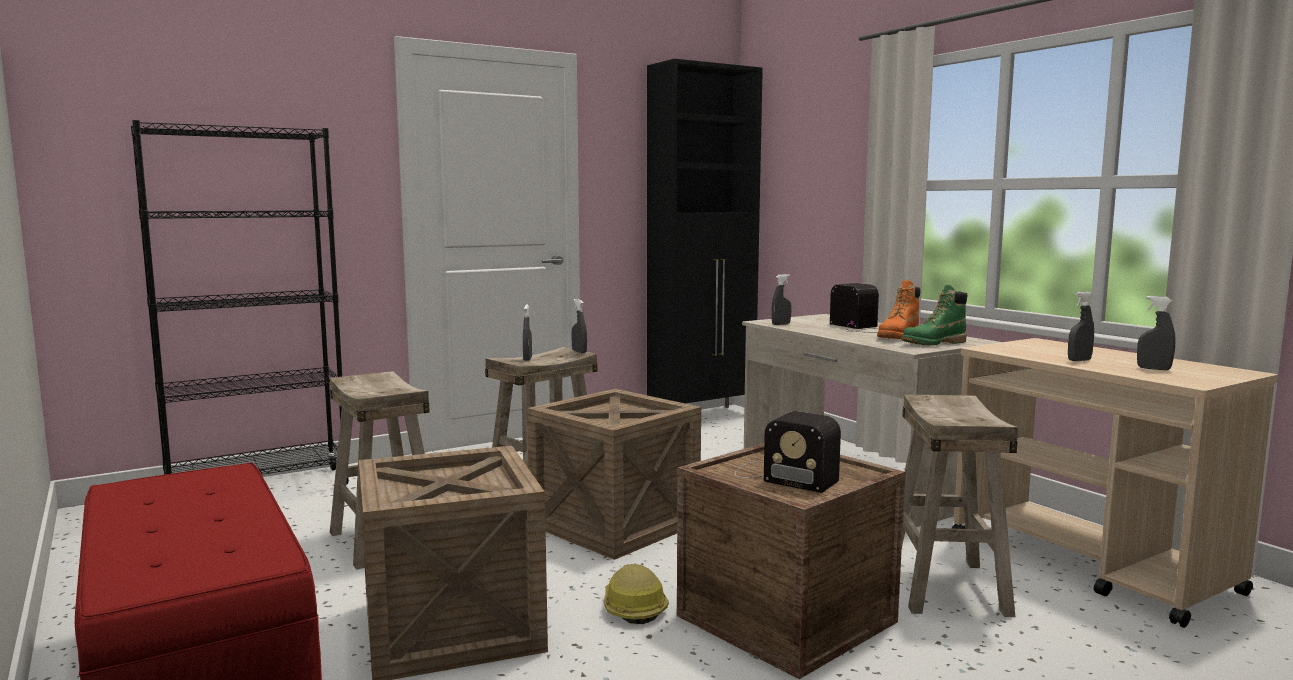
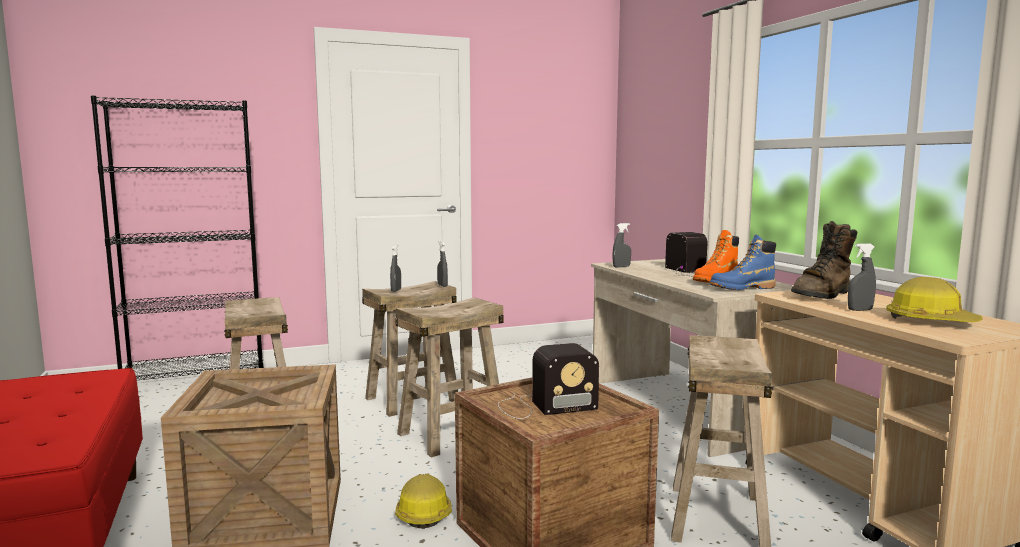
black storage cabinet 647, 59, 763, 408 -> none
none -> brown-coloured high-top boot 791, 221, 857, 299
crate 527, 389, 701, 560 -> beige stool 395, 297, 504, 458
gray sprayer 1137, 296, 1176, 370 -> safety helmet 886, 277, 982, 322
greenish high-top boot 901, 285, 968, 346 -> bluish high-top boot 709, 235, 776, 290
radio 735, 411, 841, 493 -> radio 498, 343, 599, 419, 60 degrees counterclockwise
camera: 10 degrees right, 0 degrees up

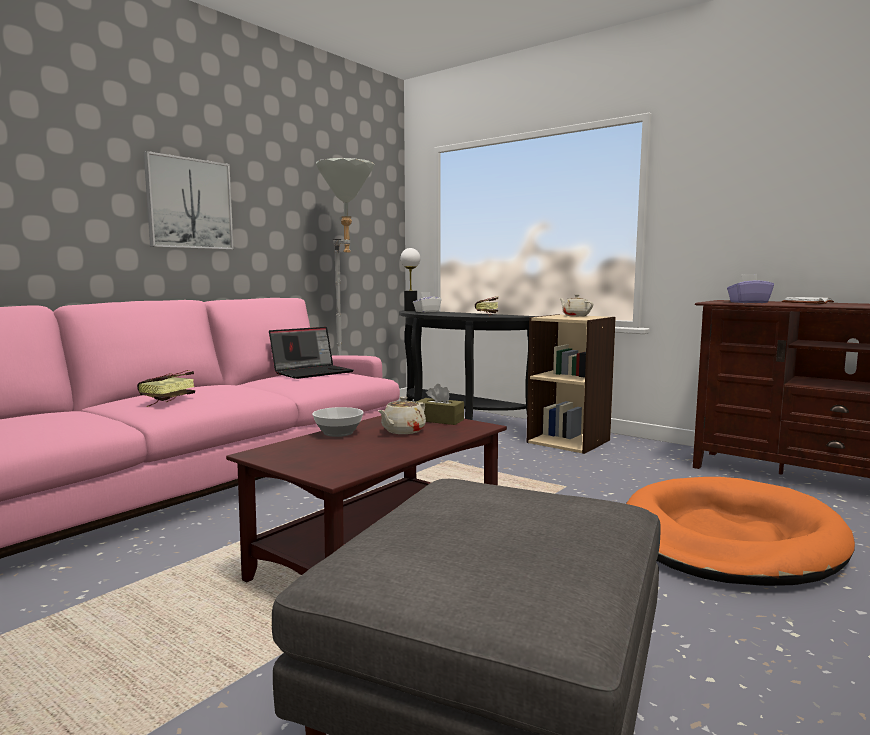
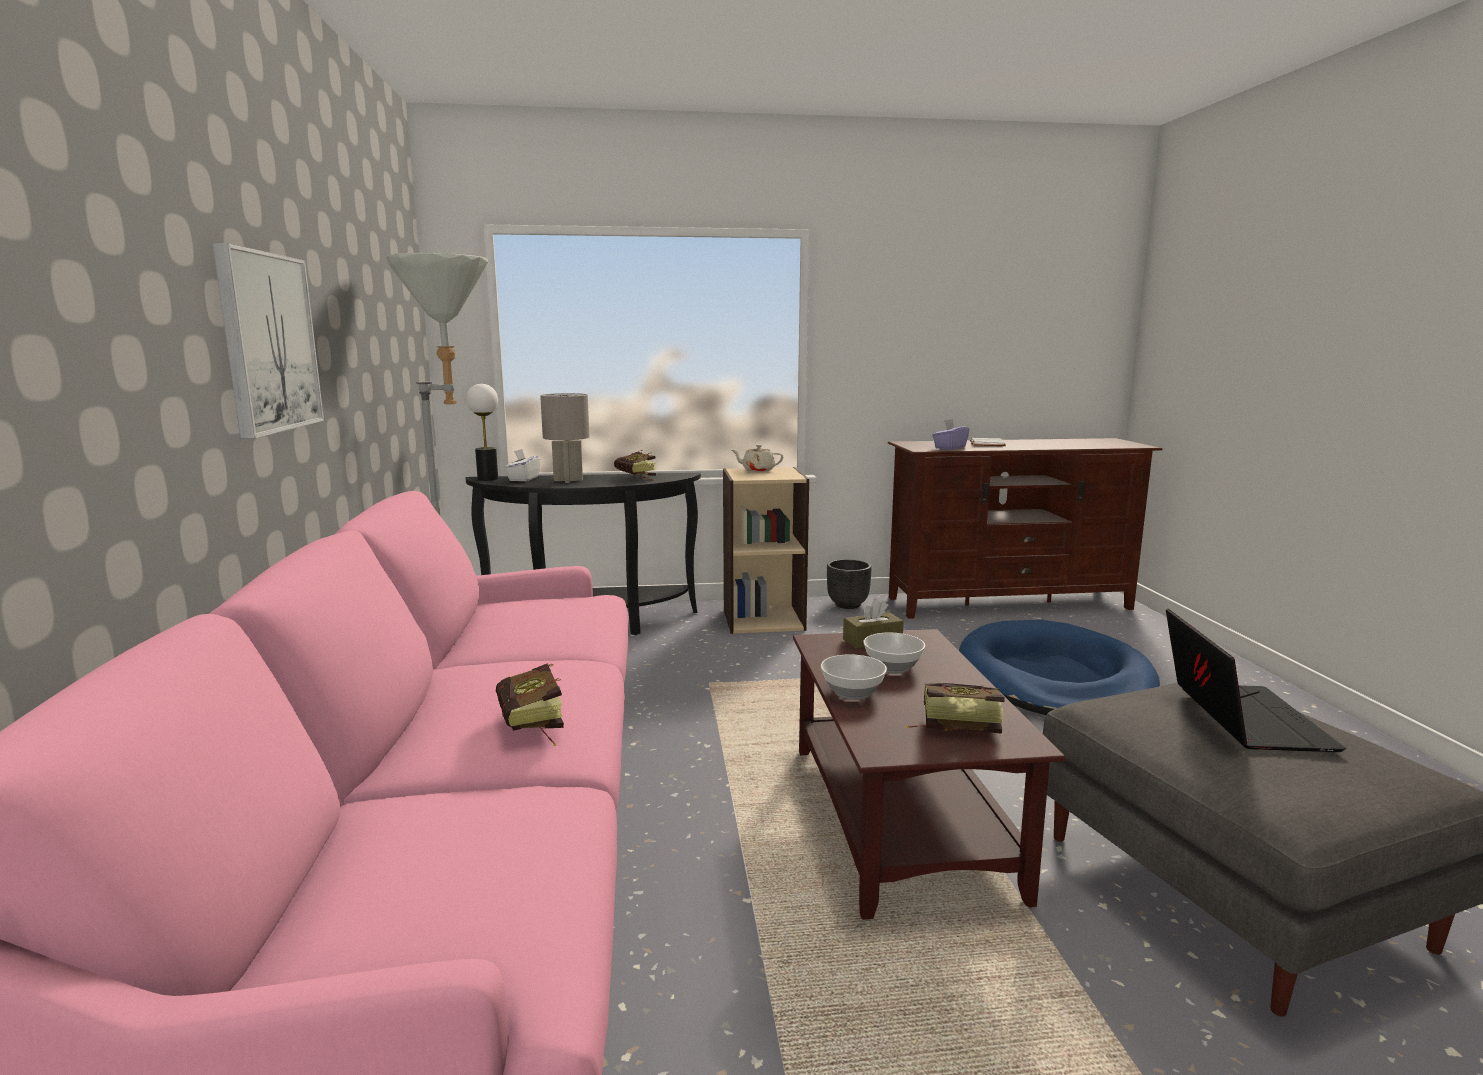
none -> gray tabletop lamp 540, 393, 590, 483
none -> black planter 827, 559, 872, 609
none -> bound book 905, 683, 1005, 734
laptop 269, 327, 354, 379 -> laptop 1166, 608, 1346, 752, shifted
beige pot for tea 378, 396, 426, 434 -> serving bowl 863, 633, 925, 673
orange dog bed 626, 477, 855, 586 -> bluish dog bed 959, 620, 1160, 715
camera: 45 degrees left, 5 degrees up

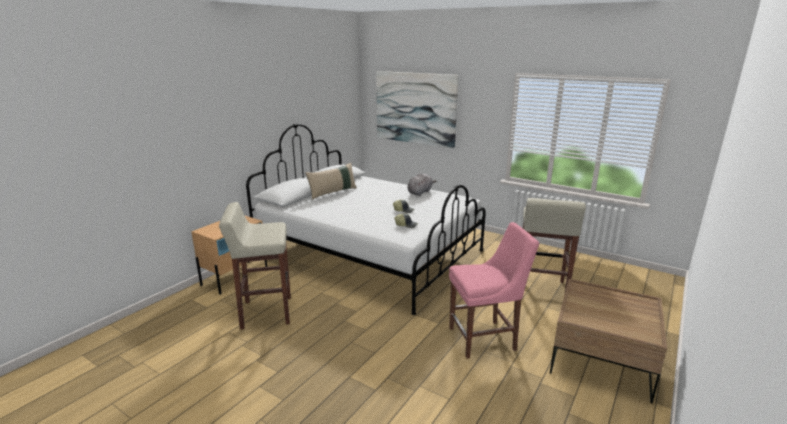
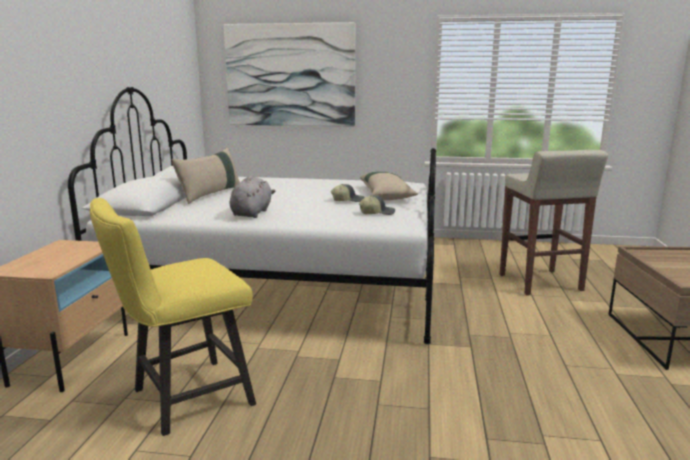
pink upright chair 449, 222, 539, 358 -> none
none -> beige pillow 360, 171, 418, 200
gray soft toy 408, 173, 437, 196 -> gray soft toy 229, 175, 275, 218, shifted
beige stool 219, 202, 291, 330 -> yellowish upright chair 90, 198, 256, 436
camera: 25 degrees left, 5 degrees down

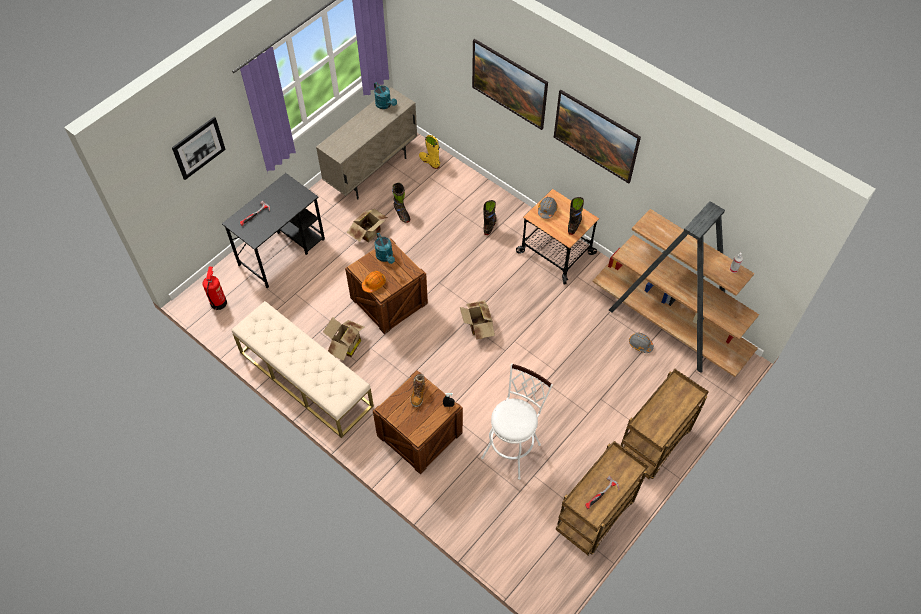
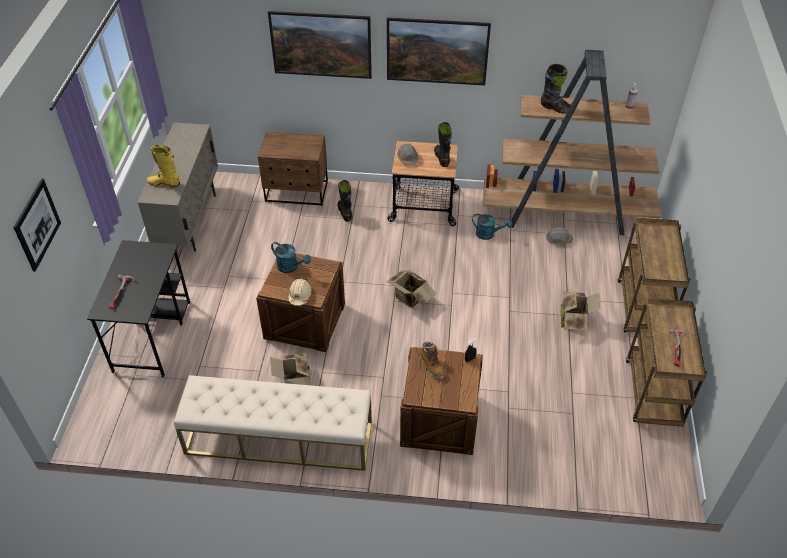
fire-fighting cylinder 202, 267, 227, 310 -> none
white-coloured stool 481, 363, 553, 480 -> none
none -> brown-coloured night table 258, 132, 328, 206
carton 347, 209, 387, 242 -> carton 561, 291, 600, 330, shifted
turquoise-coloured watering can 374, 82, 397, 109 -> turquoise-coloured watering can 472, 214, 512, 240, shifted
black high-top boot 392, 182, 410, 223 -> black high-top boot 541, 64, 571, 113, shifted
yellowish high-top boot 419, 135, 440, 169 -> yellowish high-top boot 147, 145, 180, 188, shifted
orange safety helmet 362, 271, 386, 293 -> beige safety helmet 288, 279, 312, 306
camera: 35 degrees left, 10 degrees down

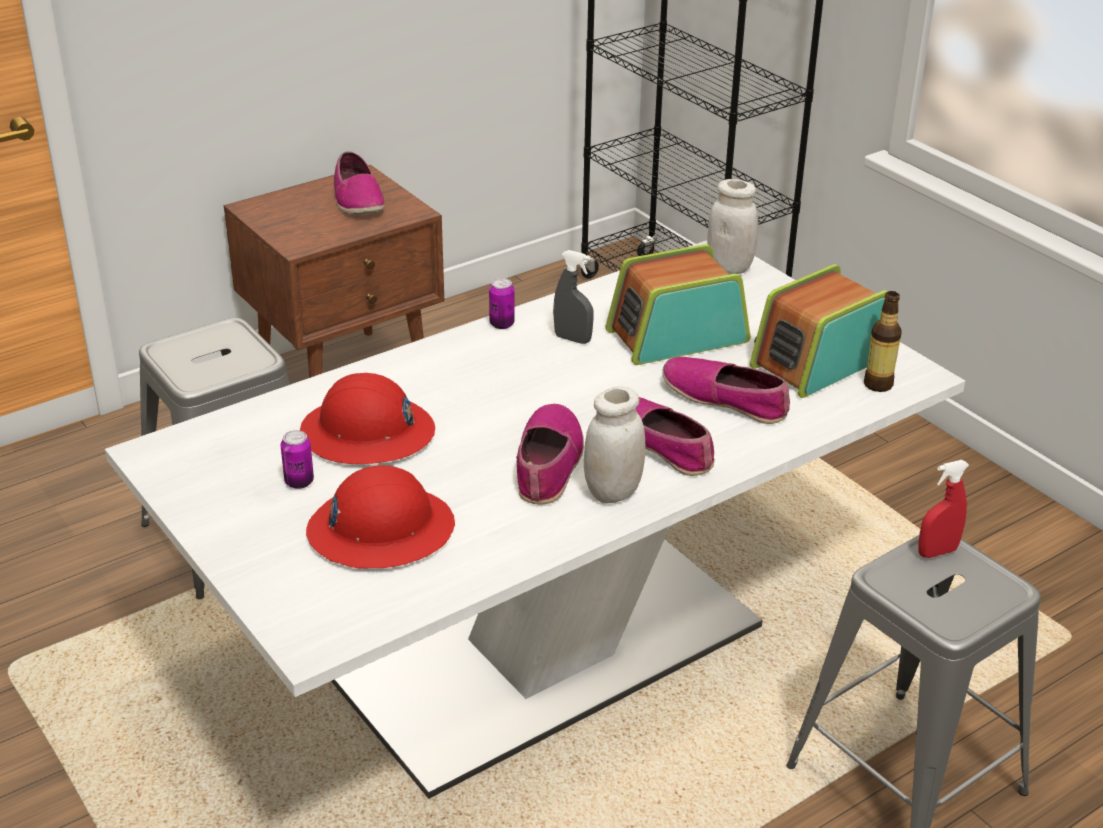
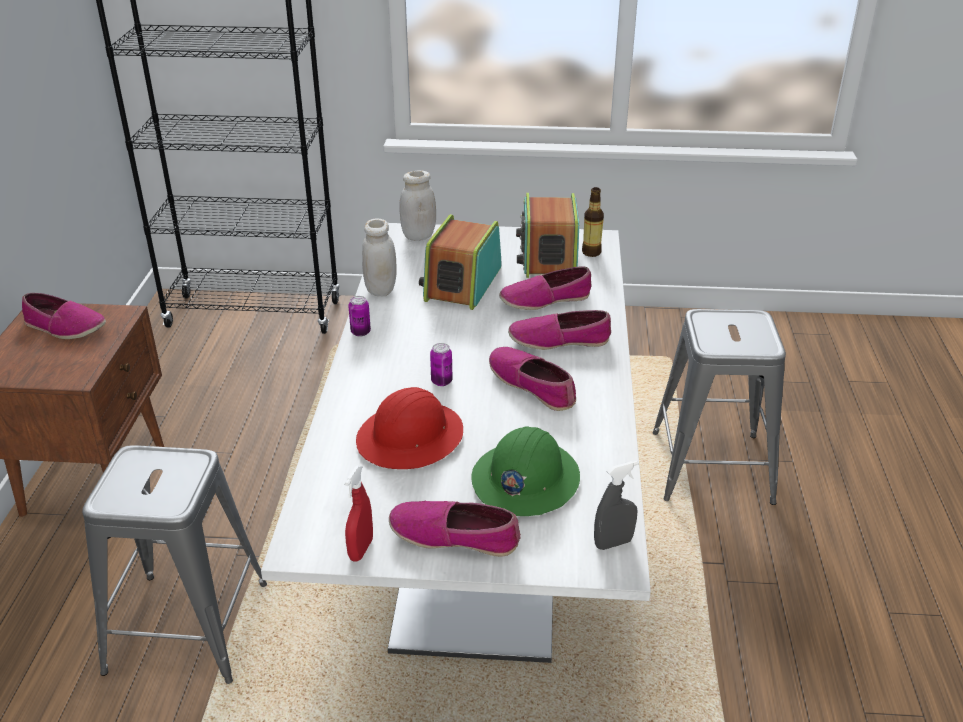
none -> item of footwear 389, 501, 521, 557
can 281, 430, 314, 489 -> can 430, 343, 453, 386, shifted
gray sprayer 553, 250, 594, 344 -> gray sprayer 594, 461, 638, 550, shifted
white-coloured preserve jar 584, 386, 645, 504 -> white-coloured preserve jar 362, 219, 397, 296, shifted
red sprayer 918, 460, 969, 558 -> red sprayer 345, 466, 373, 561, shifted
red safety helmet 306, 465, 455, 569 -> greenish safety helmet 471, 426, 580, 516
camera: 50 degrees left, 0 degrees up

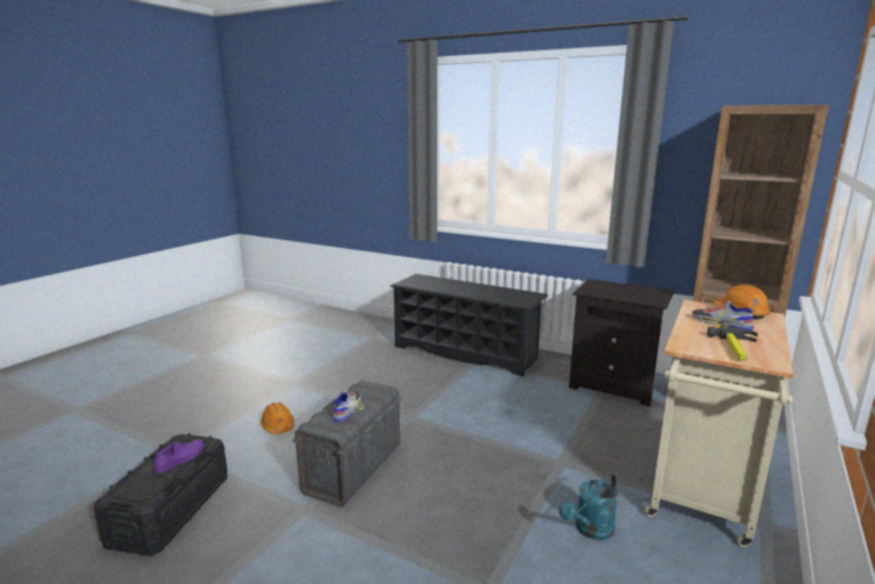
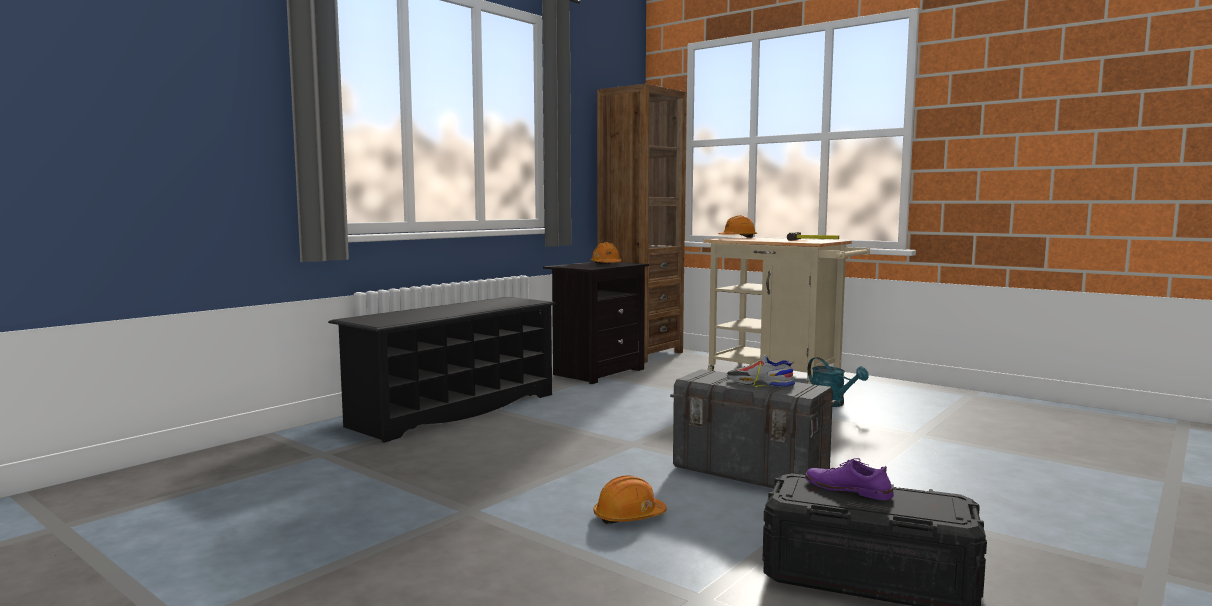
item of footwear 692, 301, 755, 330 -> none
none -> orange safety helmet 591, 242, 622, 264
camera: 80 degrees left, 10 degrees down

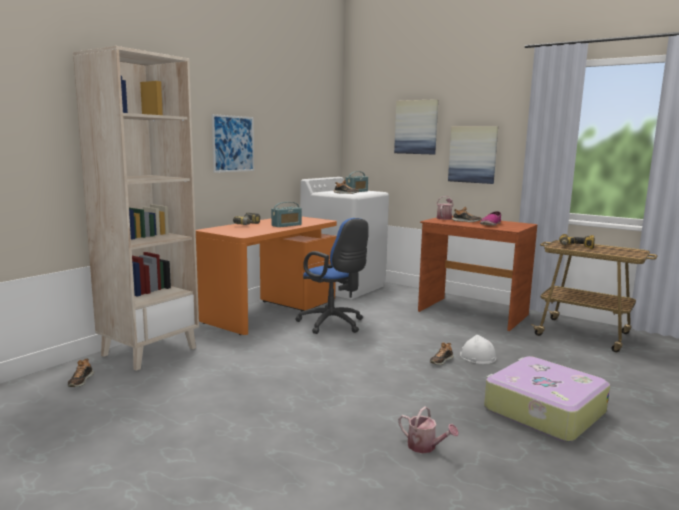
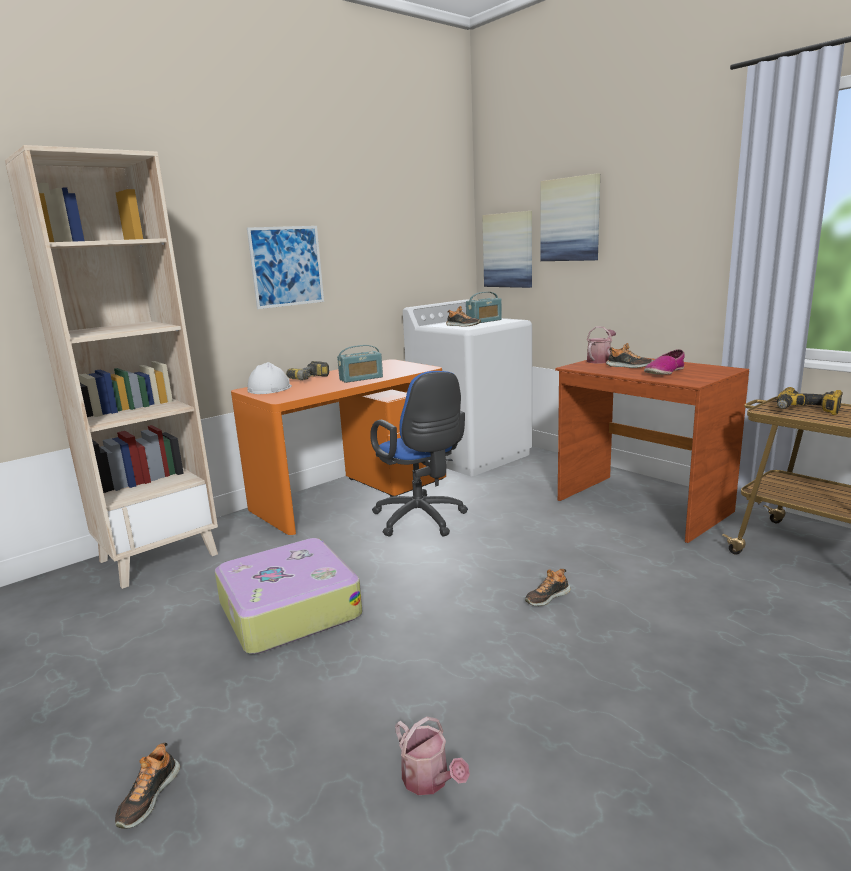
item of footwear 67, 358, 94, 387 -> item of footwear 115, 743, 180, 829, shifted
wall picture 448, 126, 498, 184 -> wall picture 482, 211, 532, 288, shifted
white-coloured safety helmet 460, 335, 496, 364 -> white-coloured safety helmet 247, 362, 292, 394, shifted
suitcase 484, 356, 610, 442 -> suitcase 215, 538, 362, 654, shifted
camera: 15 degrees right, 5 degrees up

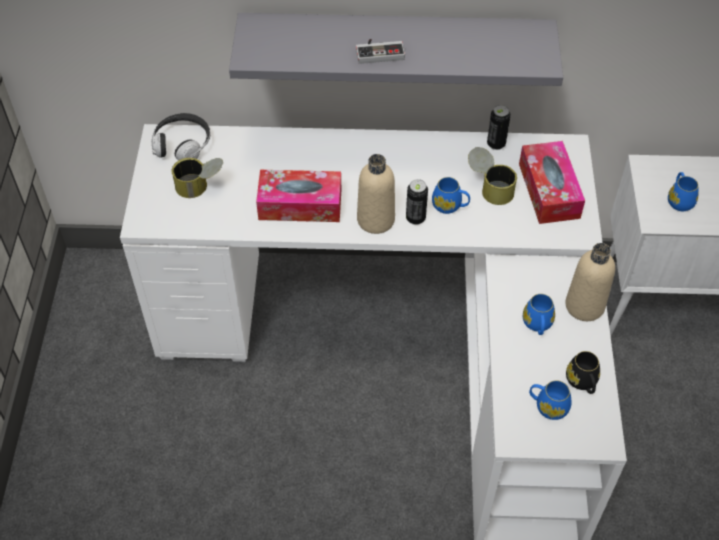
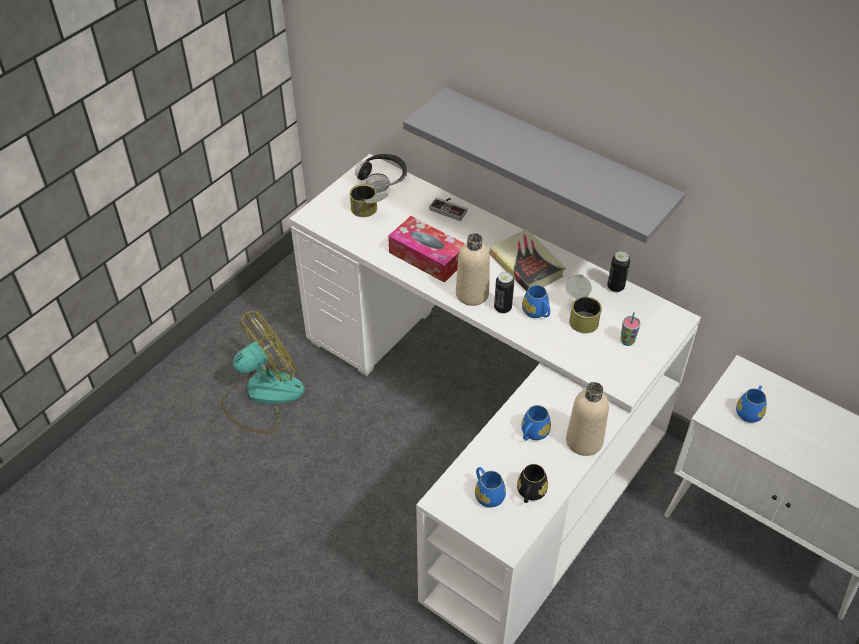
none -> fan 221, 311, 305, 433
none -> bound book 489, 229, 566, 292
gamepad 356, 39, 405, 64 -> gamepad 429, 197, 468, 221, shifted
tissue holder 519, 141, 585, 224 -> drinking cup 621, 312, 641, 346
camera: 35 degrees right, 5 degrees down

